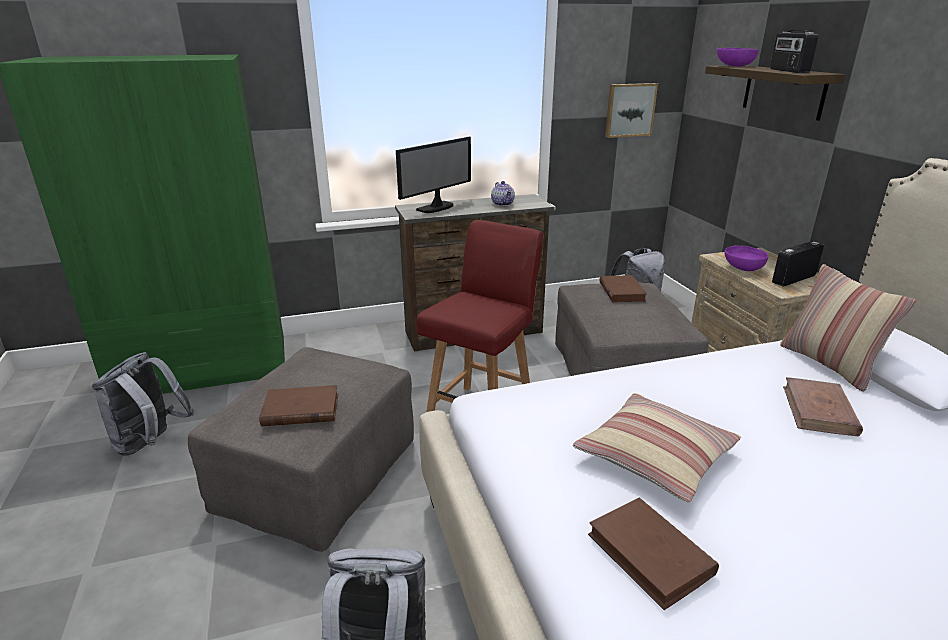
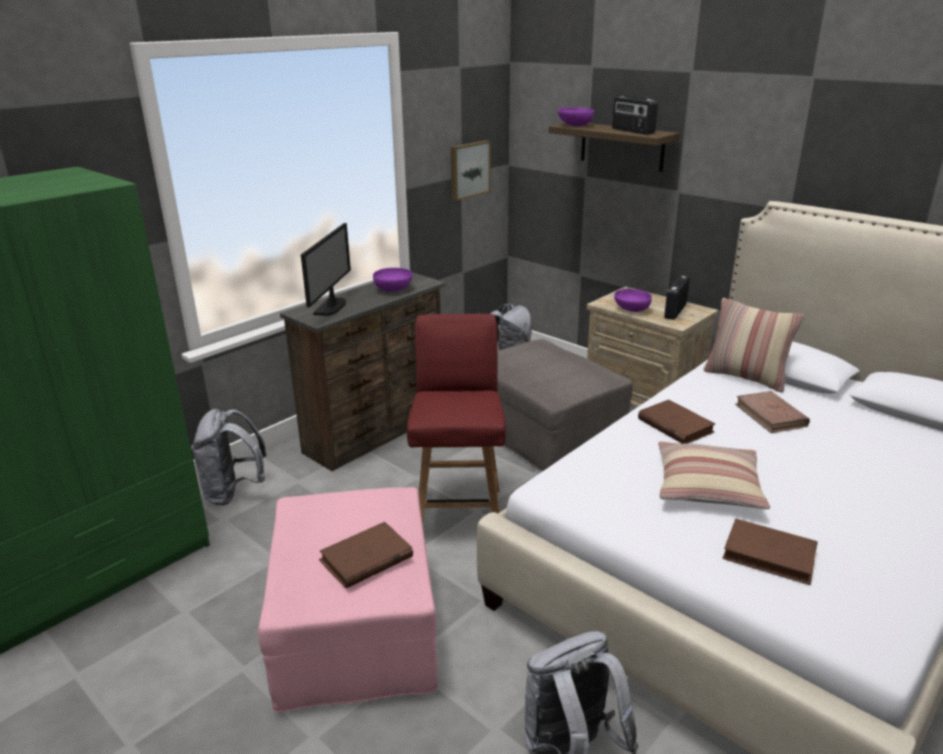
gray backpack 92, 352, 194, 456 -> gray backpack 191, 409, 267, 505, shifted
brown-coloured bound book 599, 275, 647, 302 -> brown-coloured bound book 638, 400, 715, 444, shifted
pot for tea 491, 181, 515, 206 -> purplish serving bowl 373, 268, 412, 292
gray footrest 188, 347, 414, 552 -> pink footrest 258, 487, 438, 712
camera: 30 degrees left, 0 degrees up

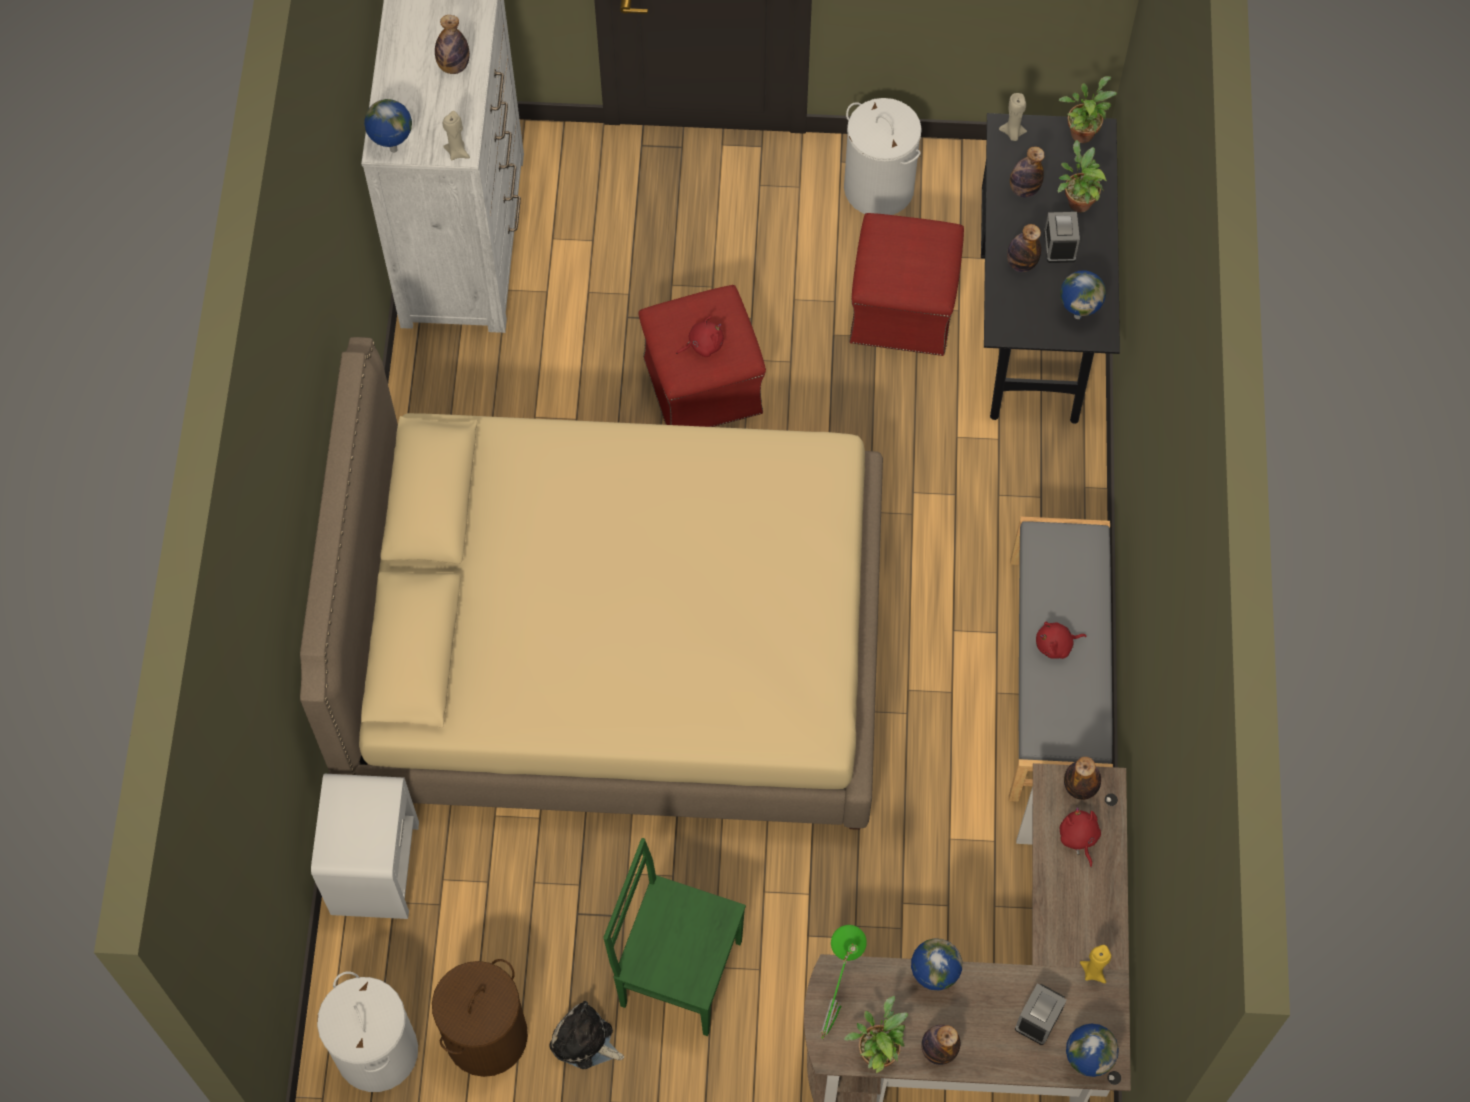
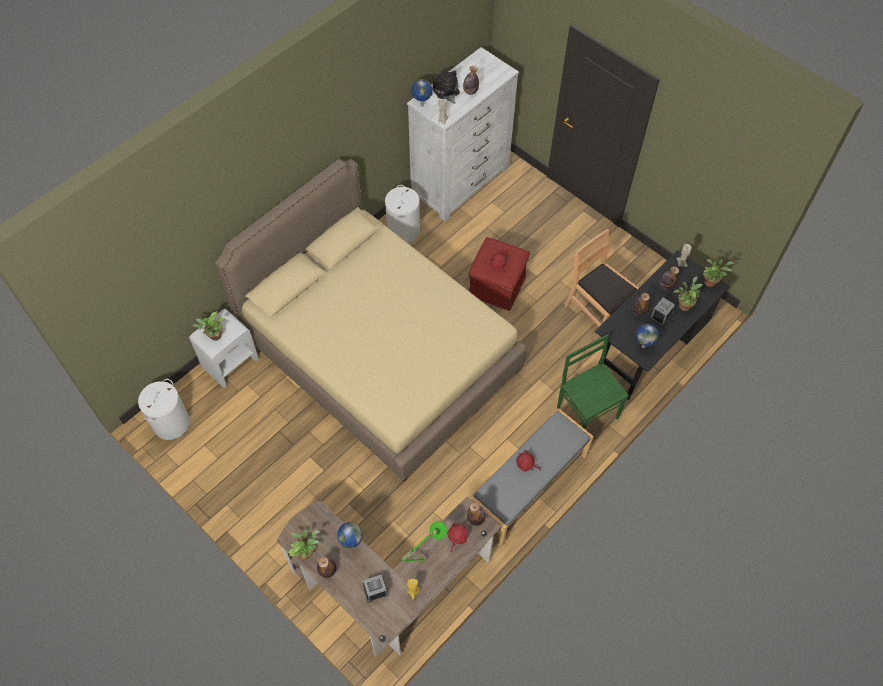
brown-coloured hamper 432, 959, 528, 1077 -> none
globe 1066, 1023, 1119, 1077 -> none
none -> houseplant 192, 311, 225, 341
soft toy 549, 1001, 624, 1069 -> soft toy 433, 70, 460, 104, shifted
greenish upright chair 603, 838, 746, 1036 -> greenish upright chair 557, 334, 629, 430, shifted
greenish tabletop lamp 819, 925, 867, 1039 -> greenish tabletop lamp 400, 521, 447, 562, shifted
white-coloured hamper 844, 98, 922, 215 -> white-coloured hamper 385, 185, 420, 243, shifted
red footrest 849, 213, 964, 356 -> brown-coloured upright chair 565, 229, 638, 339
camera: 40 degrees right, 5 degrees down

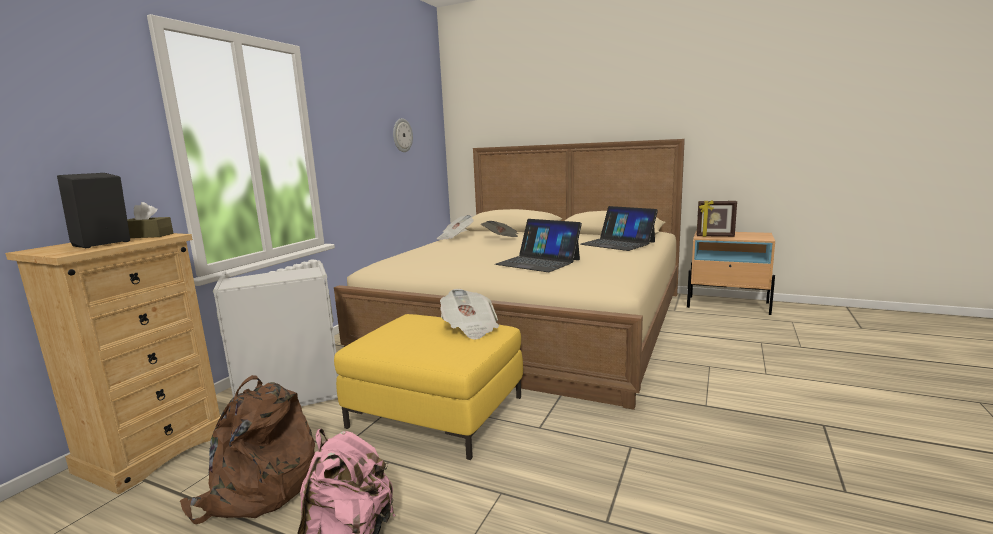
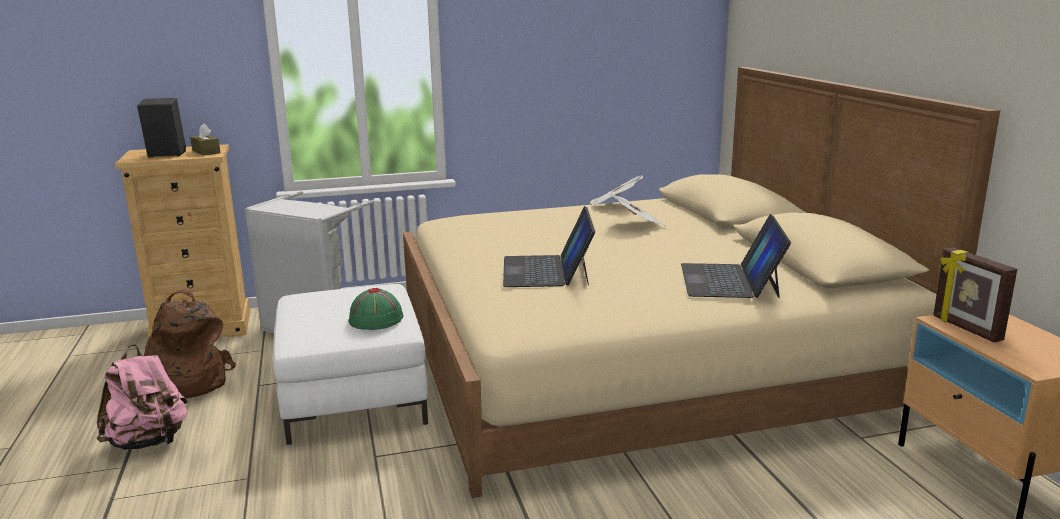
hanging clock 393, 118, 413, 152 -> none
printed paper 440, 289, 499, 340 -> greenish clothing hat 348, 288, 403, 330
yellowish footrest 334, 314, 523, 460 -> white-coloured footrest 273, 284, 428, 445
camera: 50 degrees right, 5 degrees up

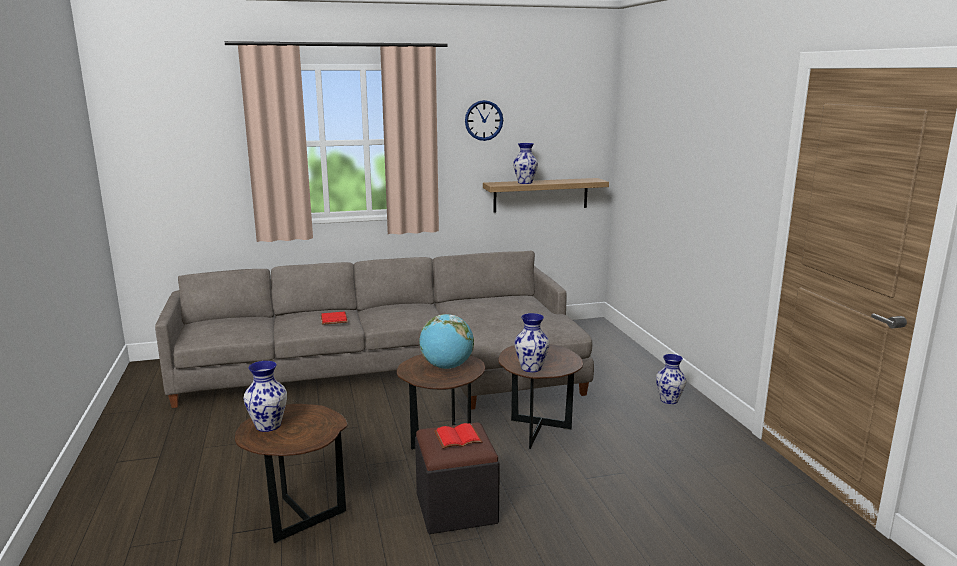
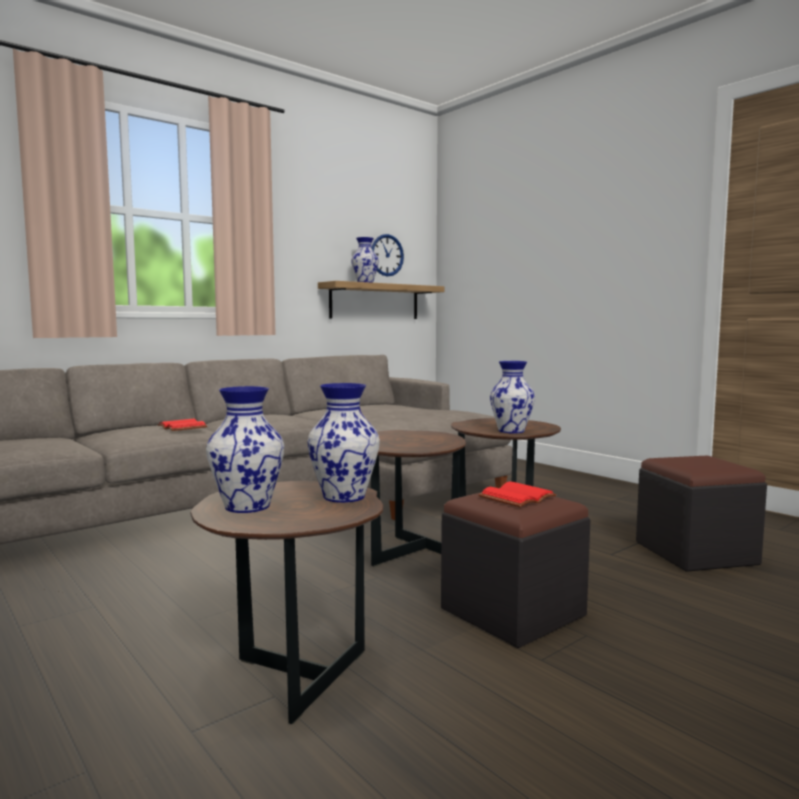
globe 419, 314, 474, 369 -> none
none -> black footrest 636, 456, 767, 572
hanging clock 465, 100, 503, 141 -> hanging clock 371, 234, 404, 276, shifted
flower vase 656, 354, 686, 404 -> flower vase 307, 383, 380, 503, shifted
camera: 25 degrees left, 10 degrees down

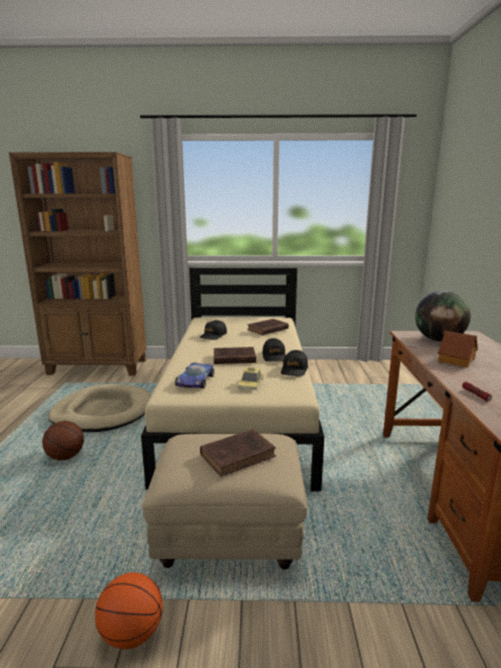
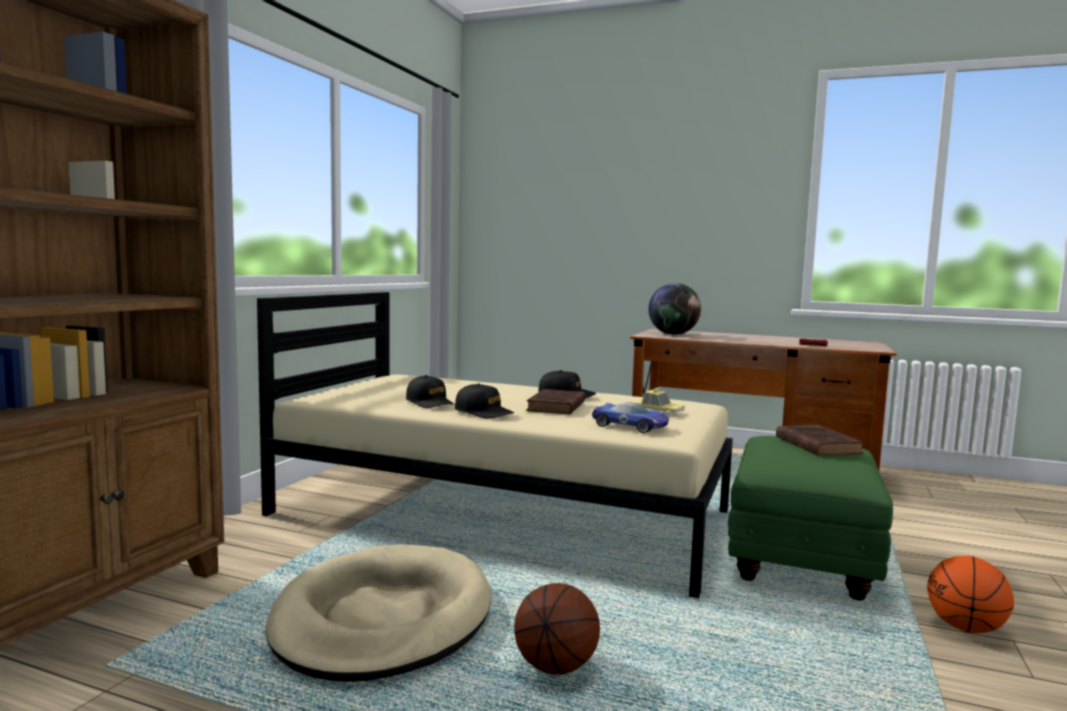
brown-coloured bound book 247, 319, 289, 335 -> none
toy house 438, 331, 478, 368 -> none
black peaked cap 281, 350, 308, 376 -> black peaked cap 455, 383, 514, 418, shifted
beige footrest 142, 433, 307, 570 -> greenish footrest 728, 436, 893, 600
camera: 70 degrees left, 10 degrees down

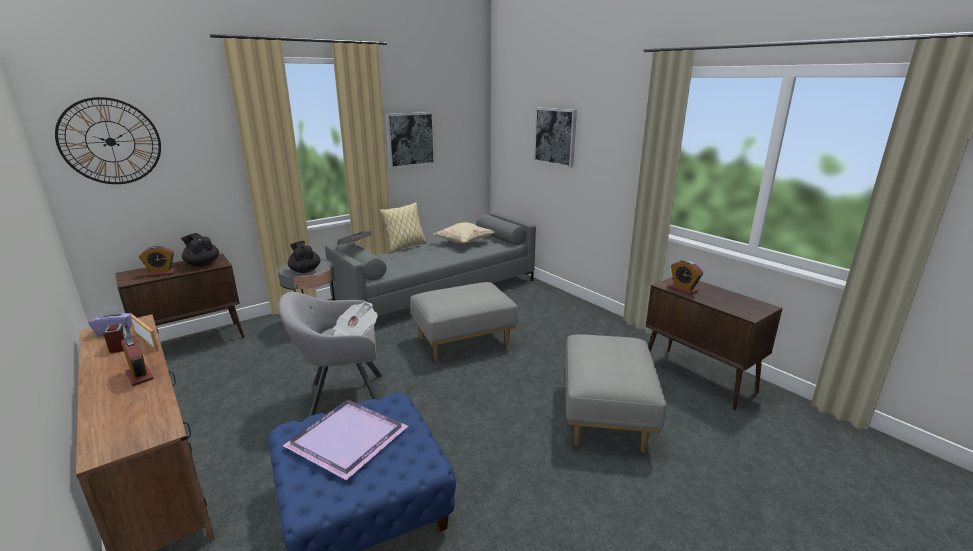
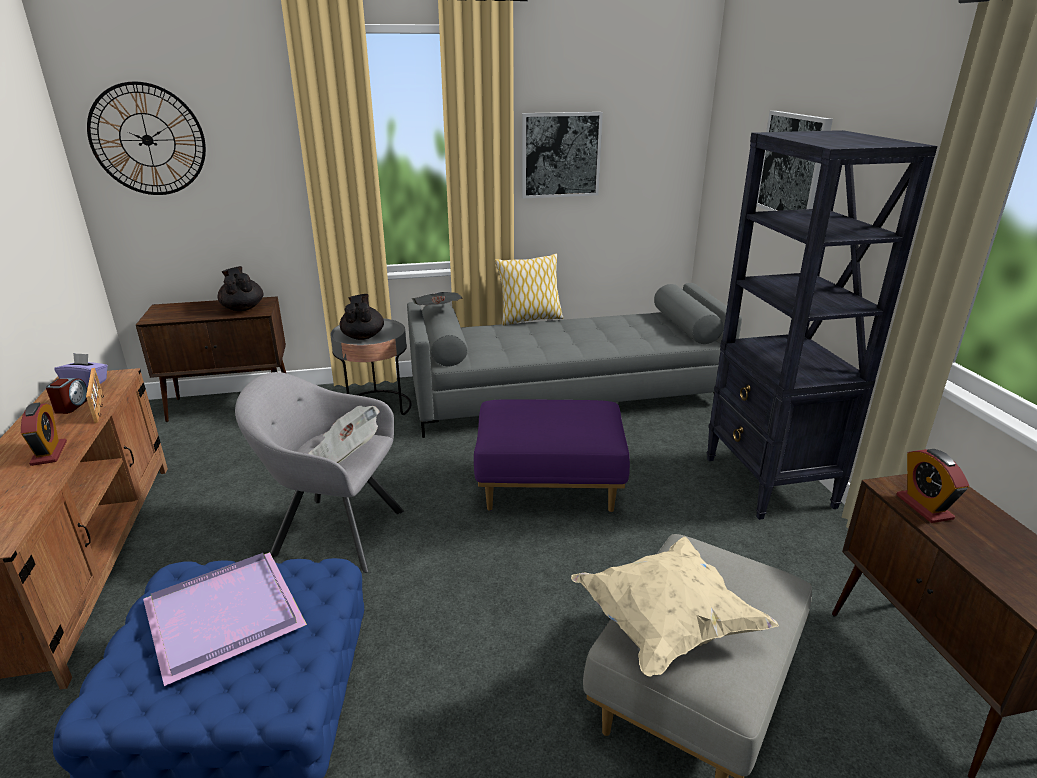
bedside clock 139, 246, 175, 277 -> none
none -> black shelving unit 707, 130, 937, 520
beige pillow 434, 222, 494, 244 -> beige pillow 571, 536, 779, 676, shifted
gray footrest 410, 282, 518, 362 -> purplish footrest 474, 399, 630, 512
camera: 25 degrees right, 5 degrees up

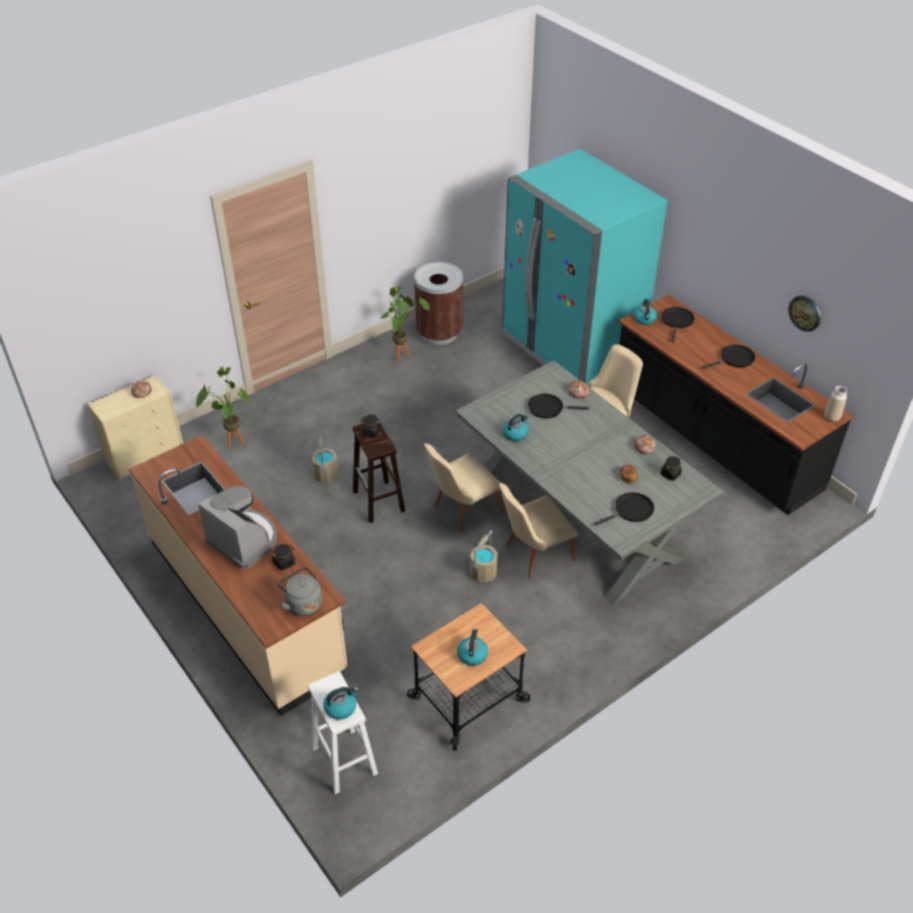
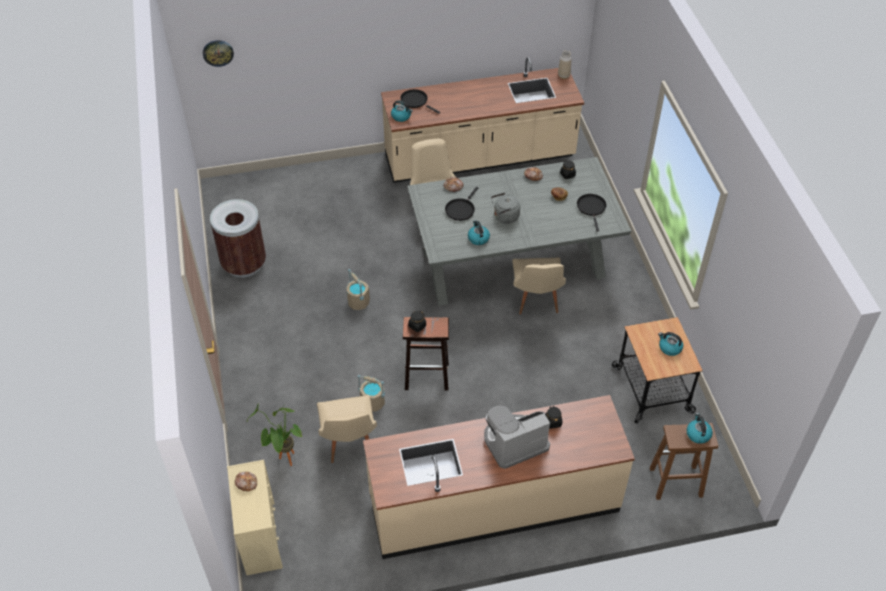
houseplant 381, 286, 430, 361 -> none
turquoise-coloured fridge 502, 149, 668, 386 -> none
black skillet 703, 344, 755, 369 -> none
gray tea kettle 277, 567, 322, 616 -> gray tea kettle 491, 192, 520, 224, shifted
beige upright chair 424, 443, 503, 534 -> beige upright chair 317, 395, 377, 463, shifted
beige pail 470, 530, 498, 583 -> beige pail 346, 269, 370, 310, shifted
hanging clock 788, 296, 821, 332 -> hanging clock 203, 40, 234, 67, shifted
white-coloured stool 308, 671, 378, 794 -> brown-coloured stool 650, 423, 718, 500
black kitchen counter 618, 295, 853, 515 -> beige kitchen counter 381, 57, 584, 183
camera: 65 degrees left, 5 degrees up

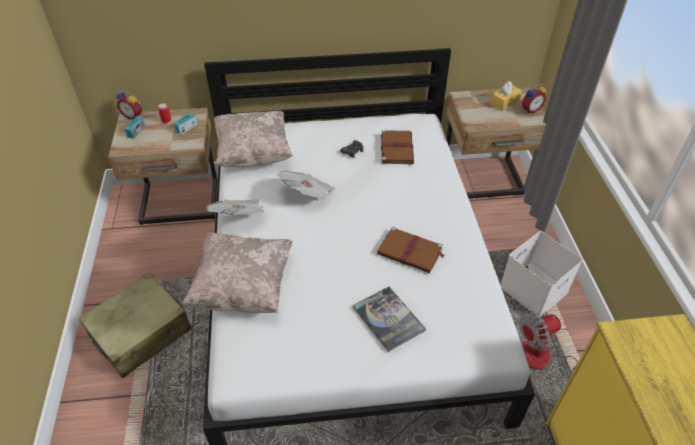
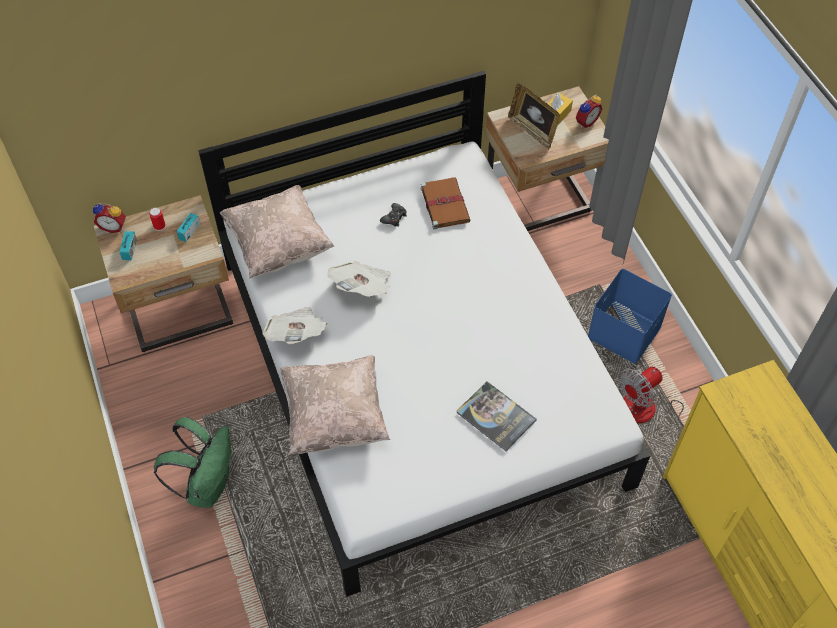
brown-coloured bound book 377, 227, 445, 273 -> none
none -> photo frame 508, 83, 560, 150
beige suitcase 78, 273, 192, 378 -> greenish backpack 154, 417, 231, 508
white-coloured storage box 500, 231, 583, 316 -> bluish storage box 588, 269, 672, 364
camera: 15 degrees left, 10 degrees up

